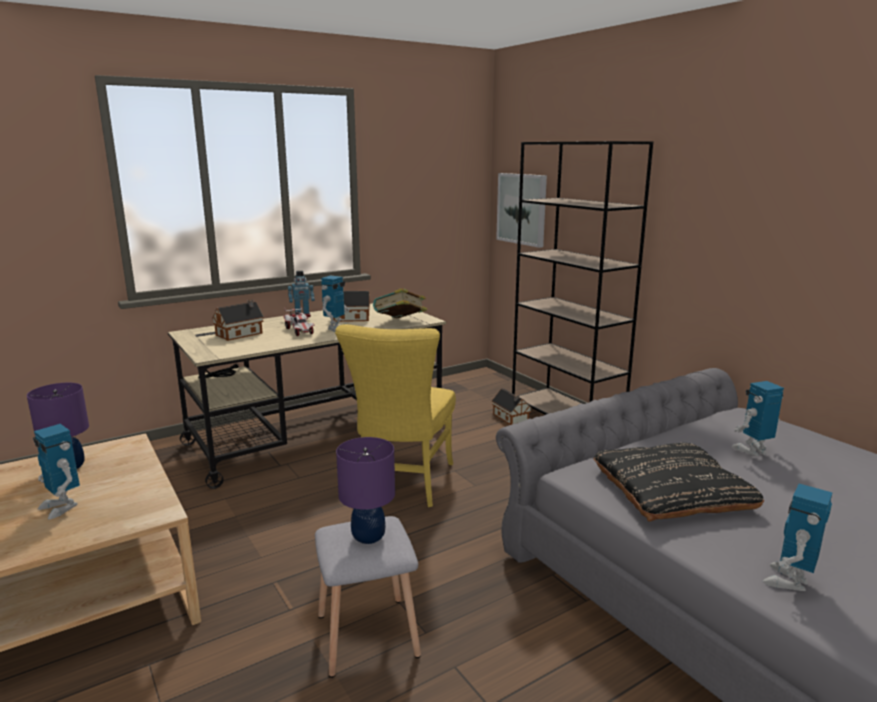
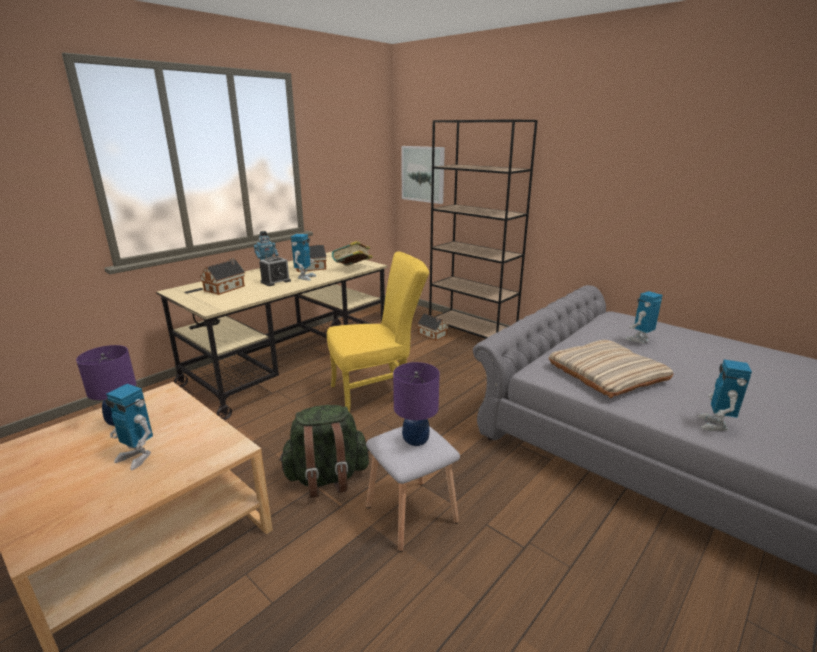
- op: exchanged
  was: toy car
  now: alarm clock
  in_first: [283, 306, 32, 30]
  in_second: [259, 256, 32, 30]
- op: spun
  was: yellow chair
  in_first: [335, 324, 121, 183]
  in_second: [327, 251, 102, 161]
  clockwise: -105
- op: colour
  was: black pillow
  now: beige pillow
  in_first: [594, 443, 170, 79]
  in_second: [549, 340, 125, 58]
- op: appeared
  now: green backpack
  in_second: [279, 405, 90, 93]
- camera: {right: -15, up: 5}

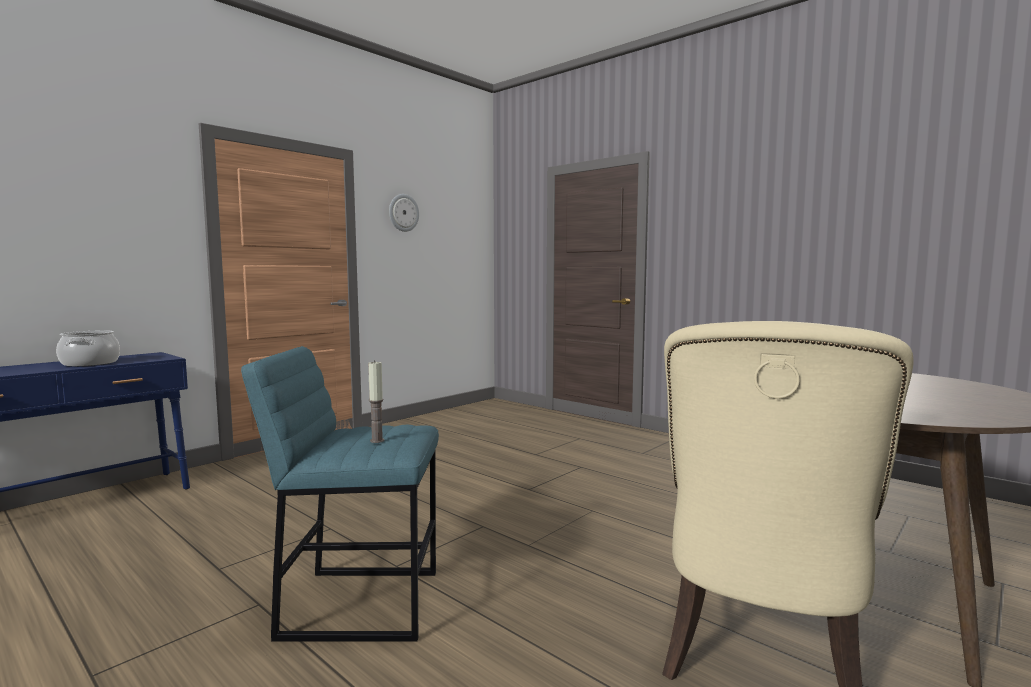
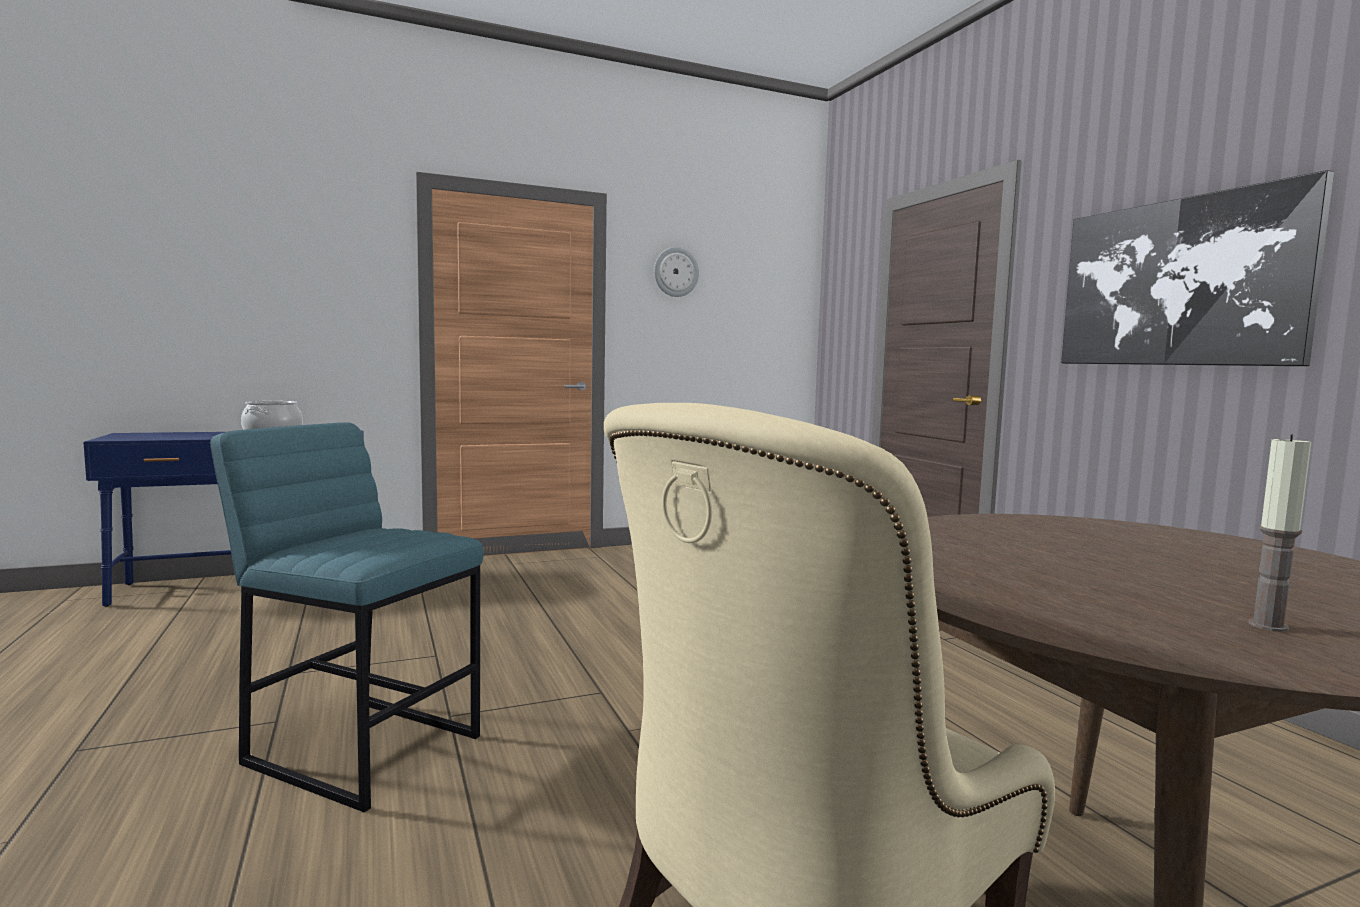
- op: relocated
  was: candle
  in_first: [368, 360, 16, 83]
  in_second: [1248, 434, 63, 198]
- op: appeared
  now: picture
  in_second: [1061, 170, 273, 196]
- camera: {right: 25, up: 0}

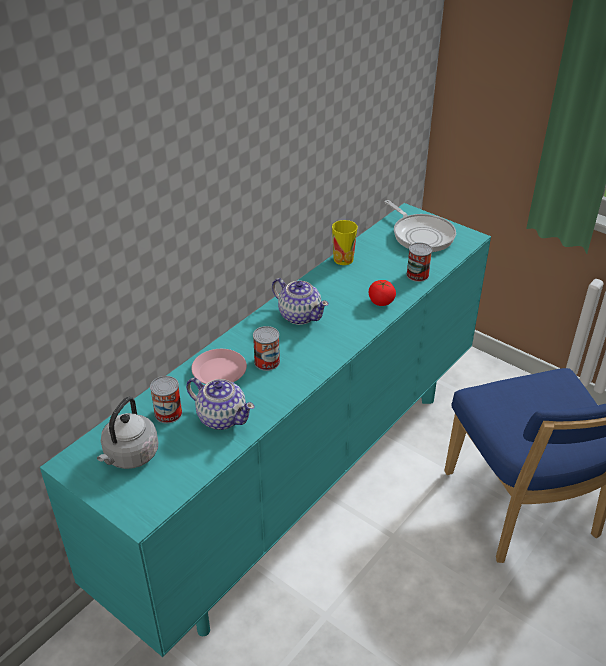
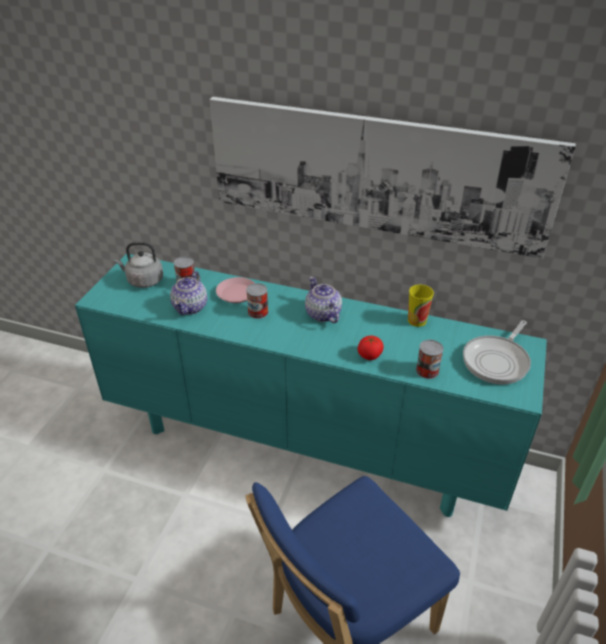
- op: spun
  was: teapot
  in_first: [272, 278, 57, 47]
  in_second: [305, 276, 37, 47]
  clockwise: 135
- op: appeared
  now: picture
  in_second: [210, 97, 366, 162]
- camera: {right: 70, up: 0}

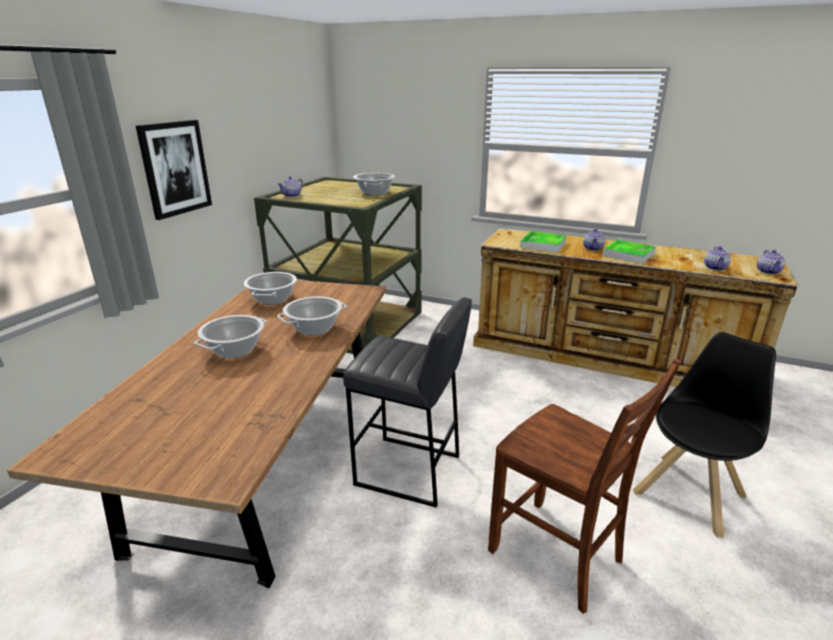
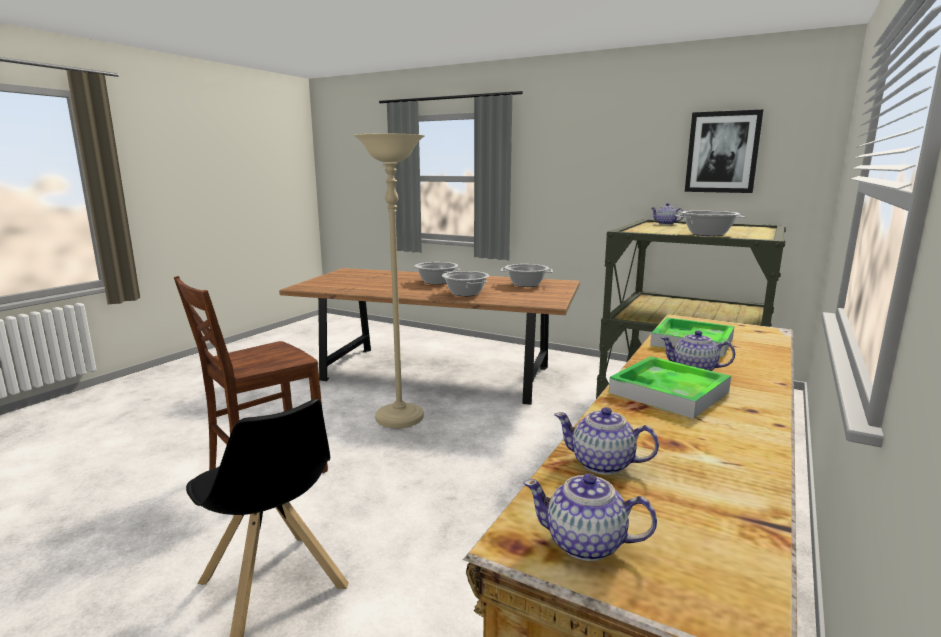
- op: relocated
  was: picture
  in_first: [136, 120, 76, 100]
  in_second: [685, 110, 78, 83]
- op: exchanged
  was: grey stool
  now: beige floor lamp
  in_first: [343, 297, 129, 211]
  in_second: [353, 133, 72, 295]
- camera: {right: 95, up: -10}

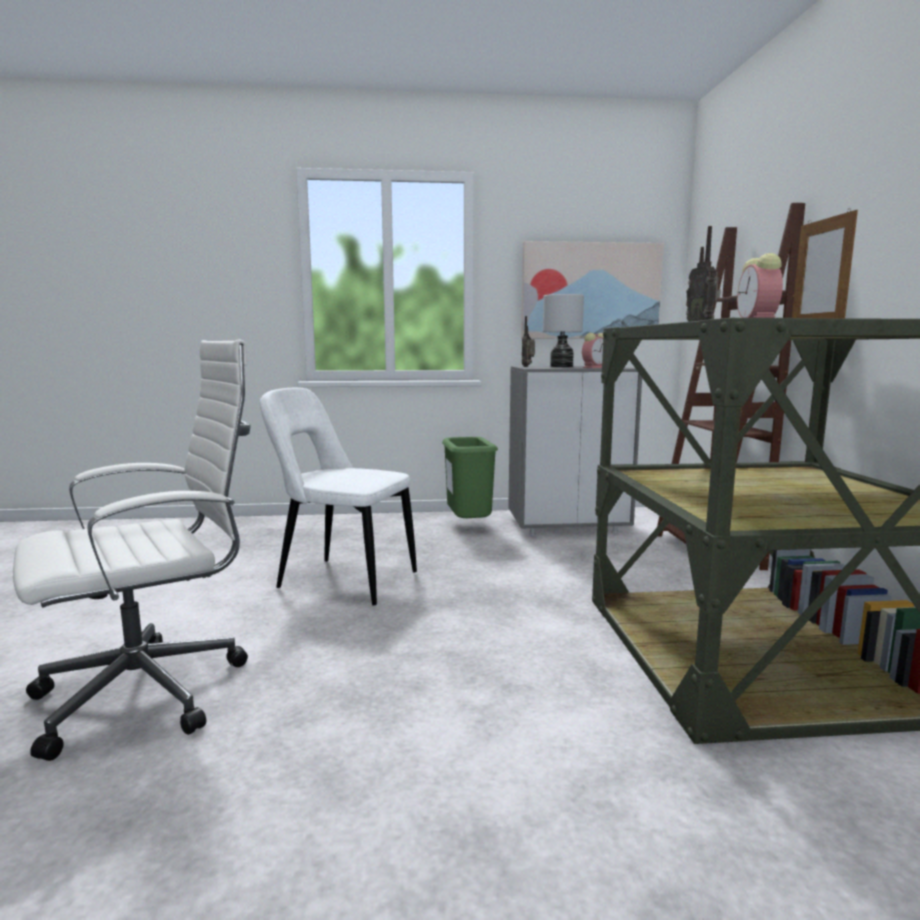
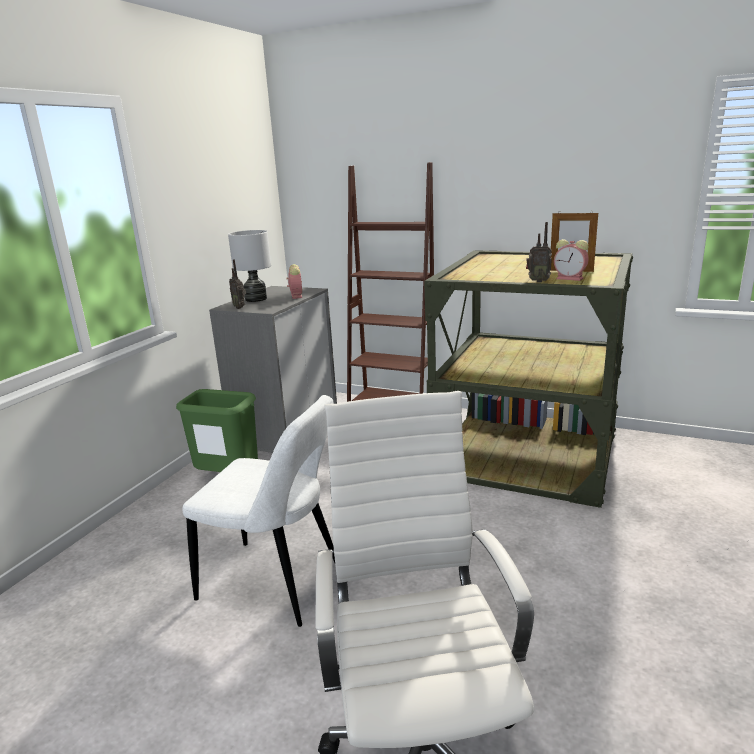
- op: spun
  was: white chair
  in_first: [260, 387, 157, 218]
  in_second: [183, 395, 152, 232]
  clockwise: -120
- op: missing
  was: picture
  in_first: [521, 241, 143, 97]
- camera: {right: -60, up: 10}

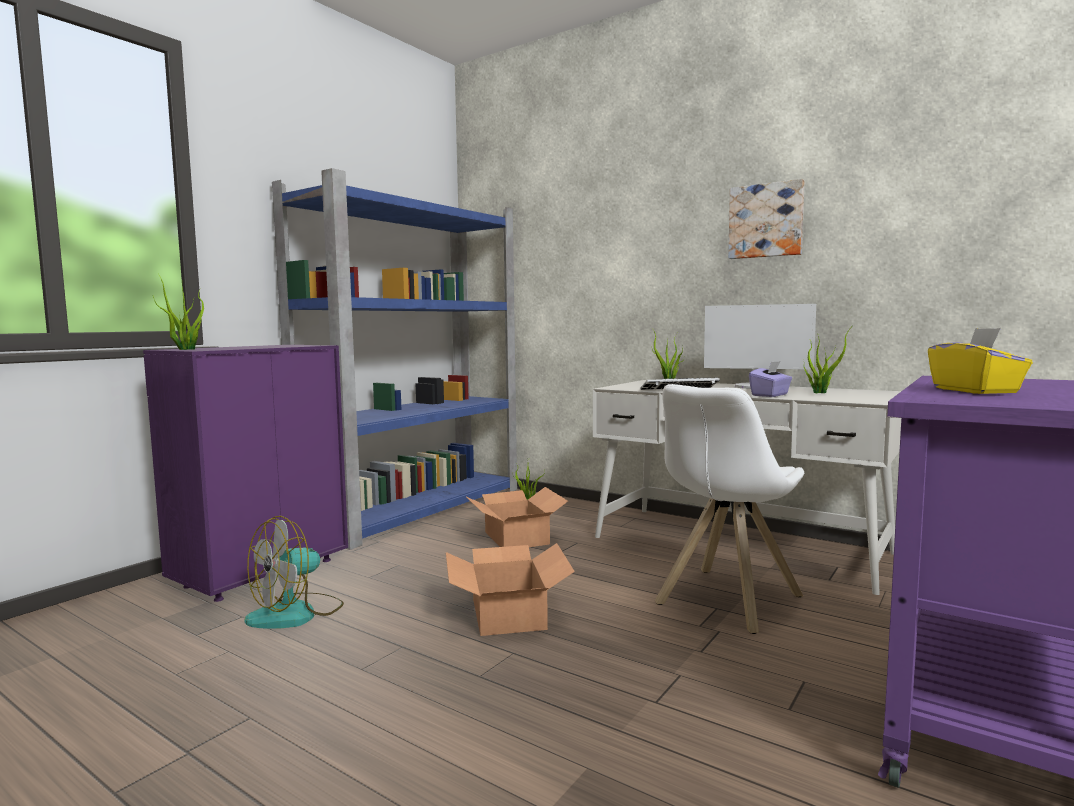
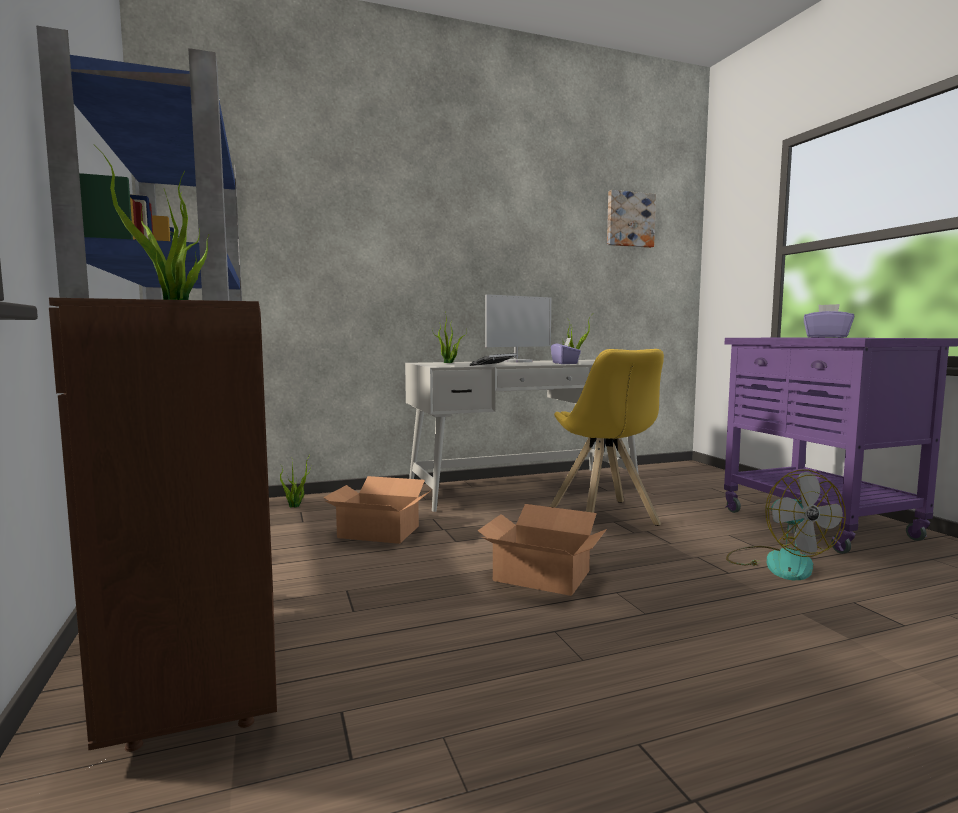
- op: colour
  was: purple cabinet
  now: brown cabinet
  in_first: [143, 345, 205, 257]
  in_second: [49, 298, 228, 454]
- op: relocated
  was: fan
  in_first: [245, 516, 99, 113]
  in_second: [726, 470, 120, 111]
- op: colour
  was: white chair
  now: yellow chair
  in_first: [655, 384, 149, 250]
  in_second: [550, 349, 114, 177]
- op: relocated
  was: picture
  in_first: [728, 179, 77, 80]
  in_second: [607, 190, 49, 58]
- op: colour
  was: yellow tissue box
  now: purple tissue box
  in_first: [928, 328, 105, 66]
  in_second: [804, 304, 50, 34]
- camera: {right: -55, up: 0}

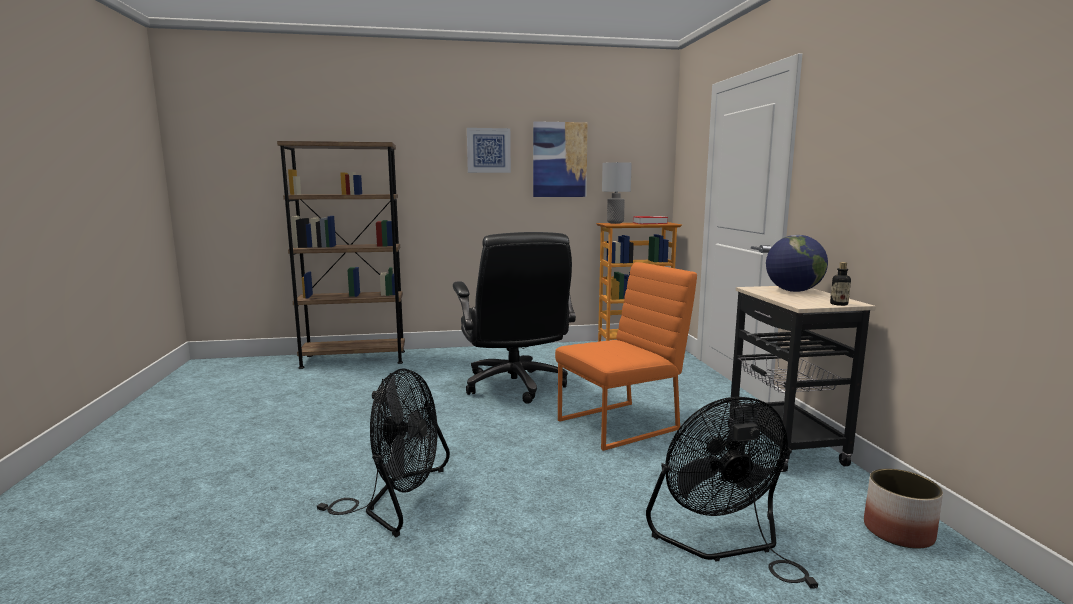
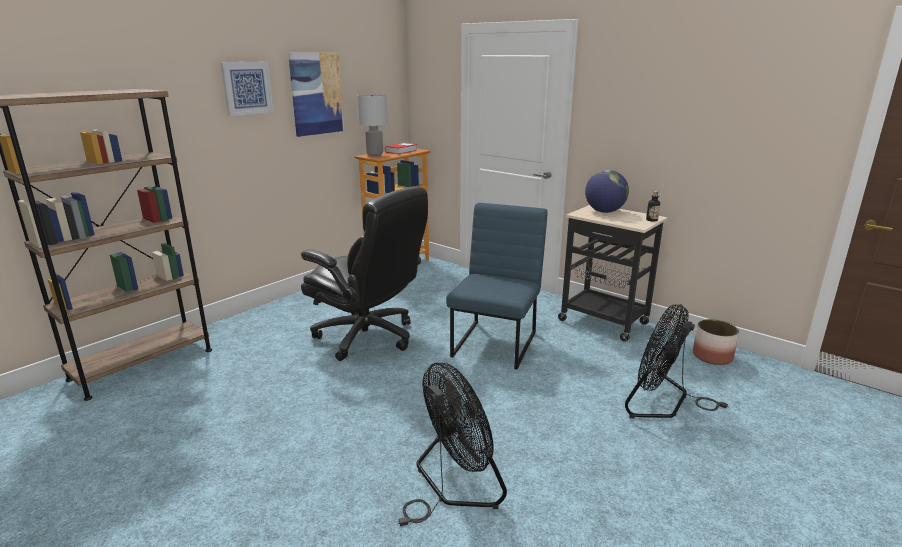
- op: colour
  was: orange chair
  now: blue chair
  in_first: [555, 262, 142, 189]
  in_second: [447, 203, 101, 167]
- camera: {right: -40, up: 10}

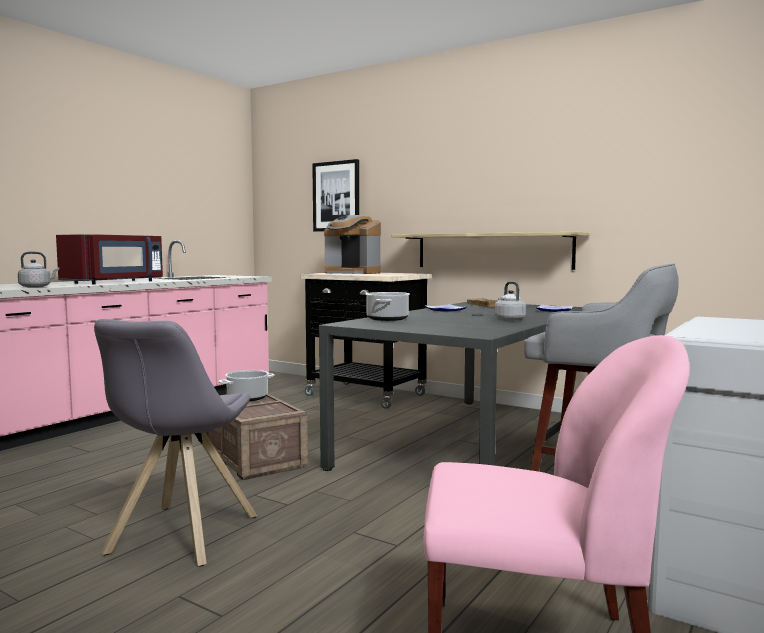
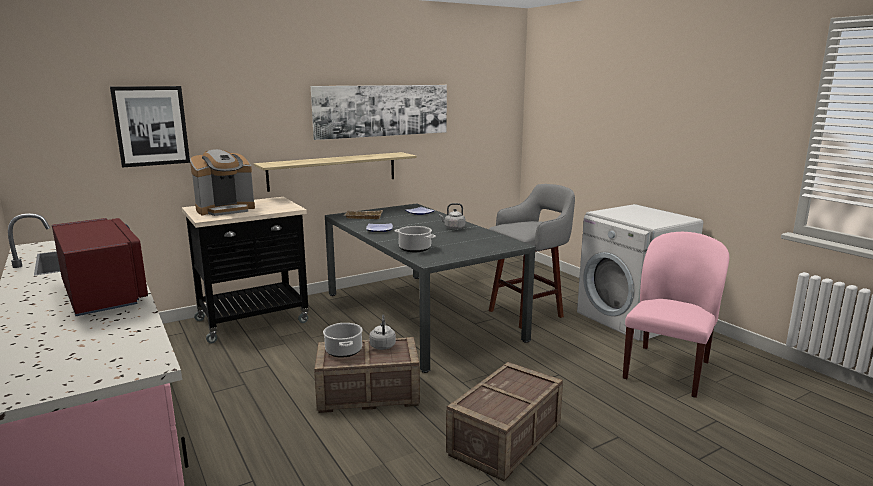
- op: relocated
  was: grey kettle
  in_first: [18, 252, 41, 36]
  in_second: [369, 315, 27, 35]
- op: exchanged
  was: grey chair
  now: crate
  in_first: [94, 319, 163, 248]
  in_second: [446, 362, 117, 120]
- op: appeared
  now: picture
  in_second: [311, 85, 136, 55]
- camera: {right: -65, up: 10}

